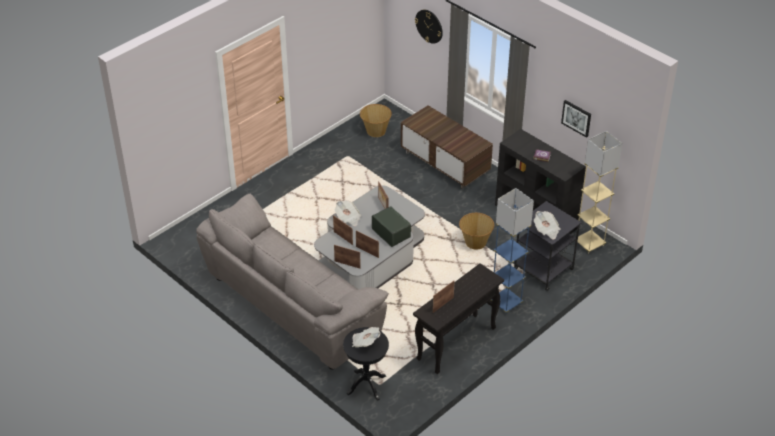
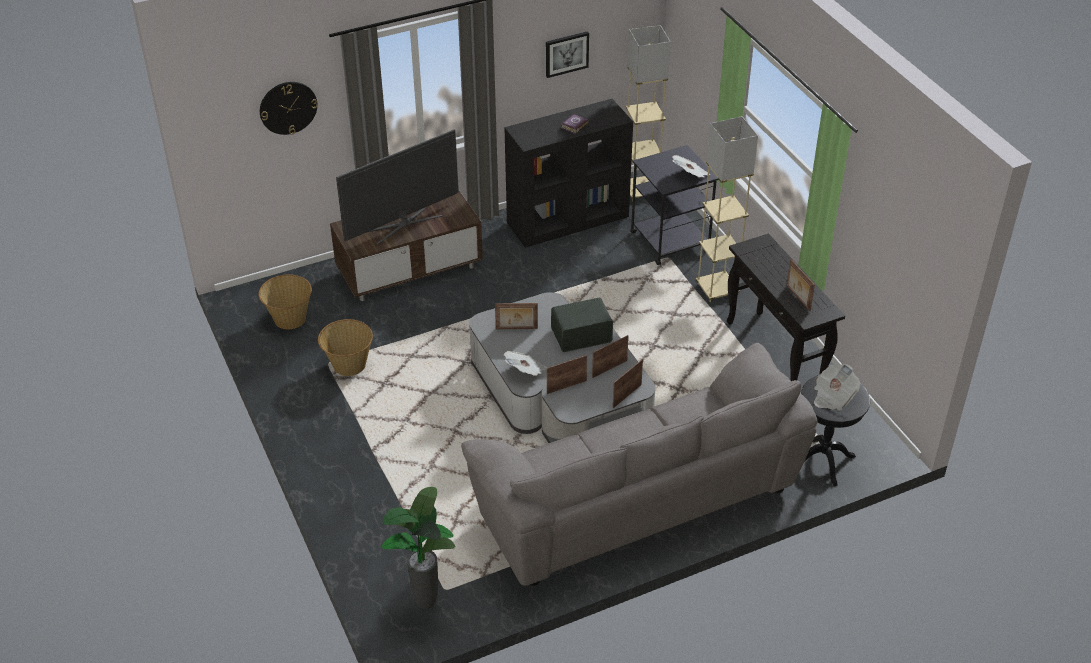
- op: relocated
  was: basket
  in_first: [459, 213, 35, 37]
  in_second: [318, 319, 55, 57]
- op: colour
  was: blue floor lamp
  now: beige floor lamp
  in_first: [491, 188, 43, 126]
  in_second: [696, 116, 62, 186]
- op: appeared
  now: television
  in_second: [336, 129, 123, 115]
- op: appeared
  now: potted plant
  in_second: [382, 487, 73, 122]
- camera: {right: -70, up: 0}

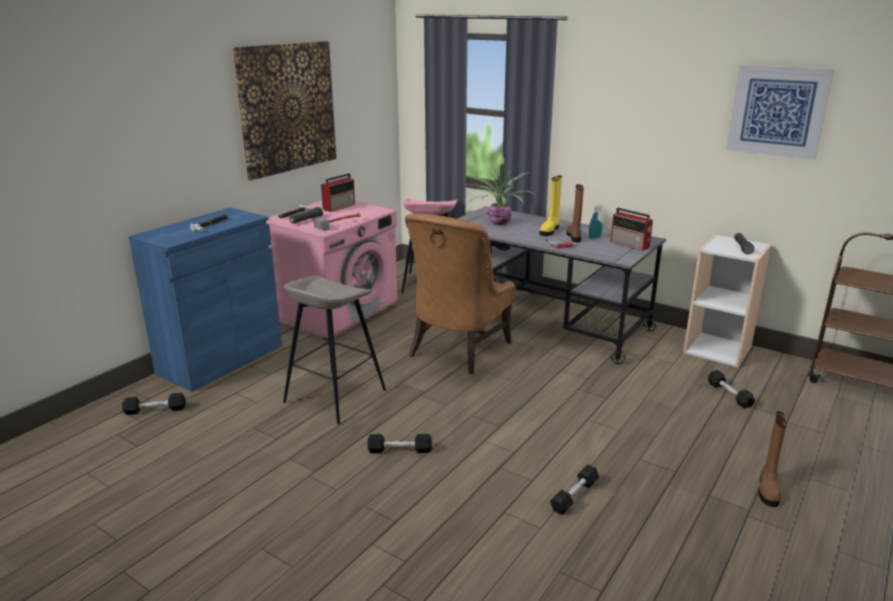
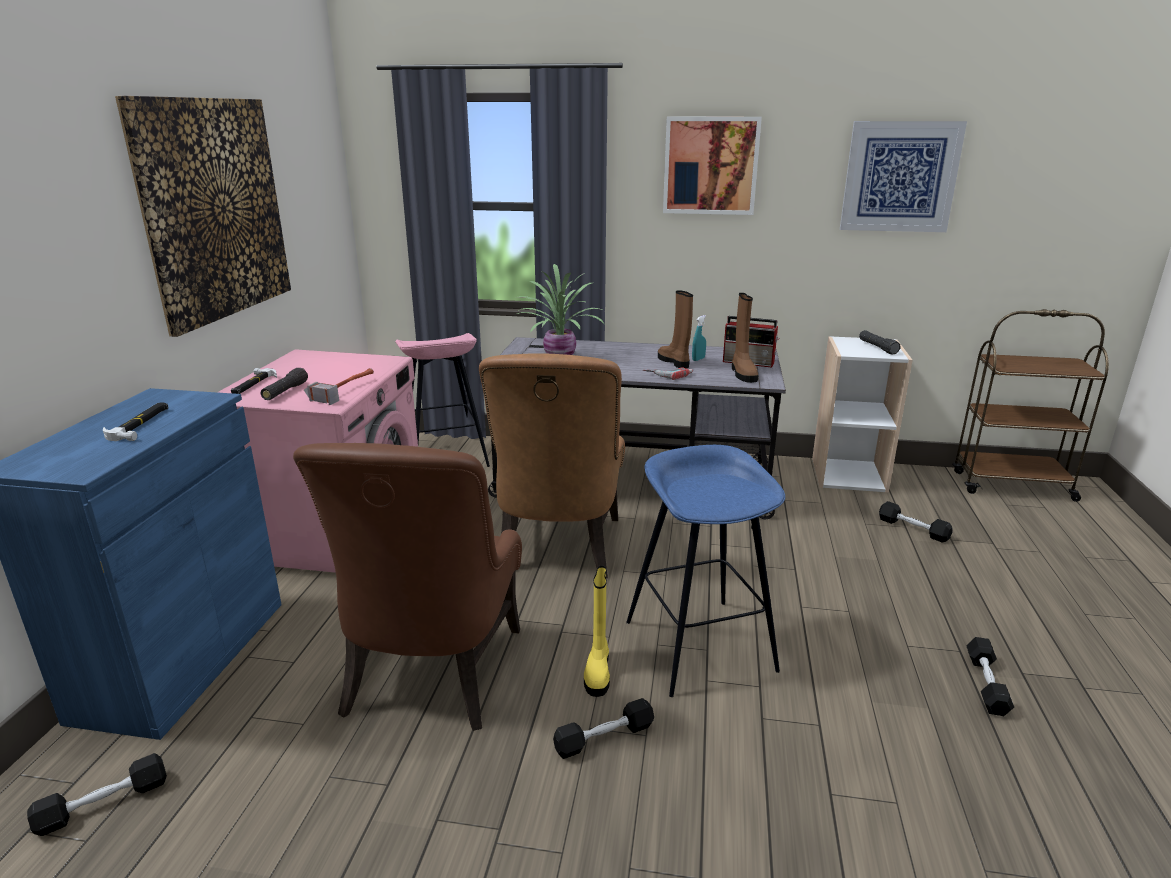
- op: exchanged
  was: grey stool
  now: brown chair
  in_first: [283, 276, 103, 148]
  in_second: [293, 443, 229, 288]
- op: missing
  was: radio
  in_first: [321, 173, 34, 39]
- op: relocated
  was: yellow boot
  in_first: [540, 175, 22, 61]
  in_second: [584, 566, 26, 131]
- op: relocated
  was: black dumbbell
  in_first: [550, 464, 49, 51]
  in_second: [966, 637, 48, 79]
- op: relocated
  was: brown boot
  in_first: [758, 411, 29, 96]
  in_second: [732, 293, 26, 90]
- op: appeared
  now: blue stool
  in_second: [626, 445, 159, 252]
- op: appeared
  now: picture
  in_second: [663, 117, 99, 98]
- camera: {right: -25, up: 0}

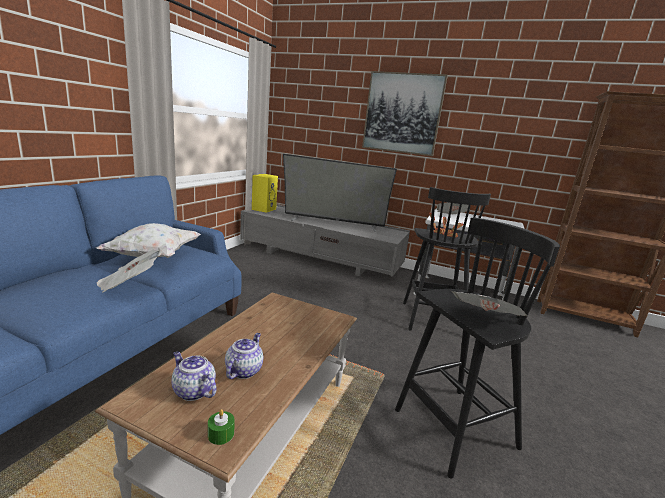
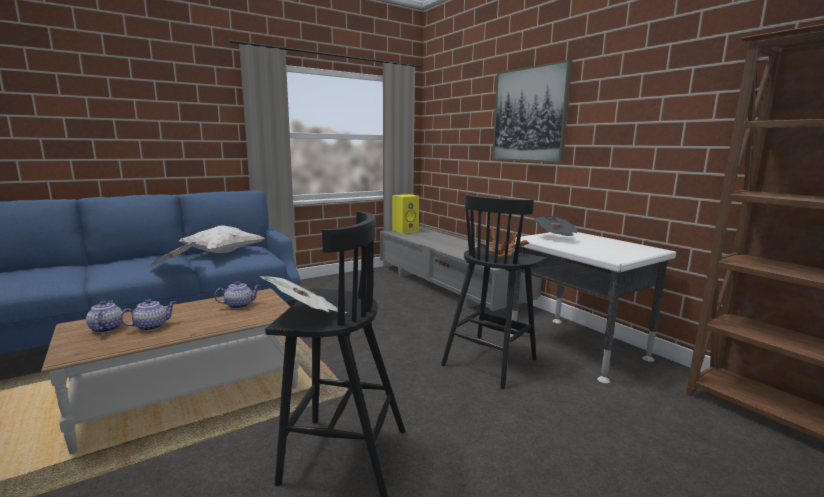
- op: missing
  was: green candle
  in_first: [208, 409, 27, 36]
- op: missing
  was: television
  in_first: [283, 154, 114, 78]
- op: appeared
  now: teapot
  in_second: [214, 281, 46, 28]
- camera: {right: 35, up: -5}

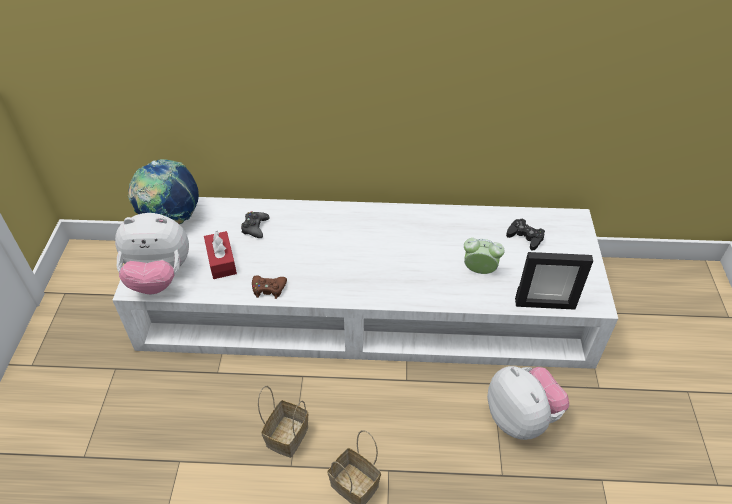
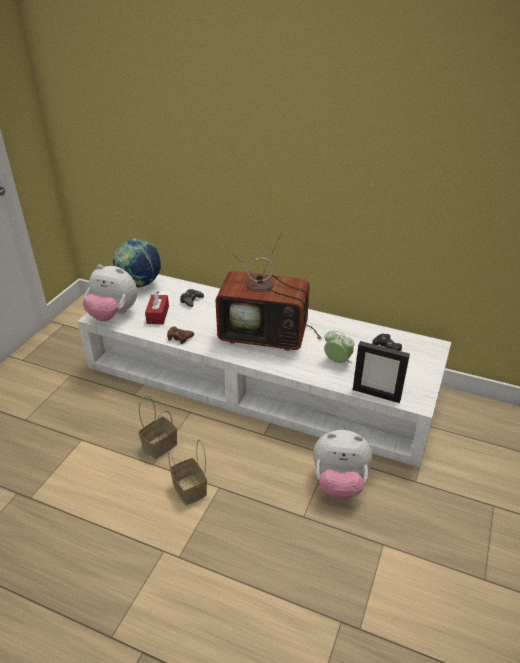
- op: spun
  was: plush toy
  in_first: [487, 366, 82, 74]
  in_second: [313, 430, 59, 69]
  clockwise: 105
- op: appeared
  now: television
  in_second: [215, 233, 106, 118]
- camera: {right: 20, up: -10}

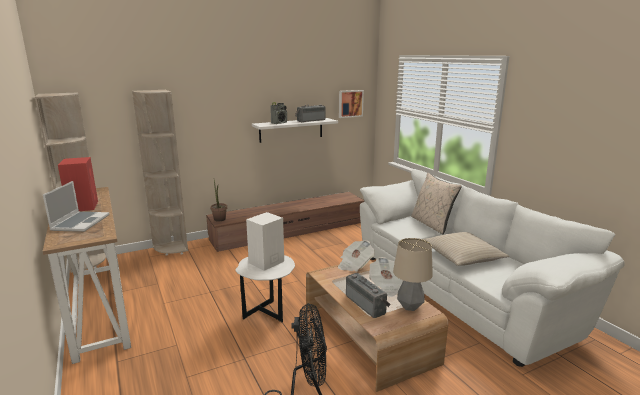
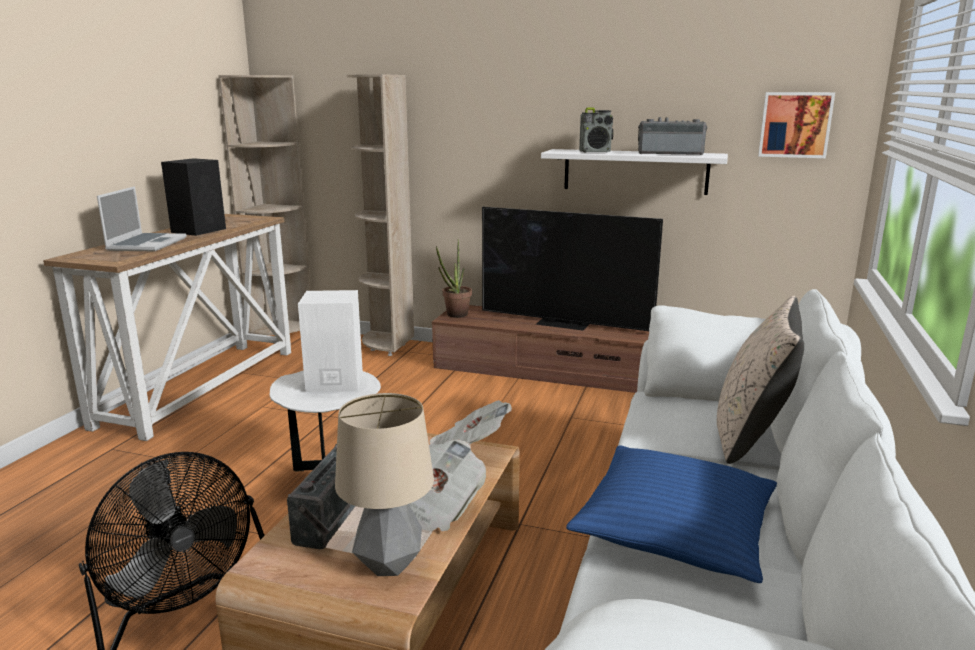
- op: spun
  was: laptop
  in_first: [43, 181, 67, 51]
  in_second: [97, 186, 90, 66]
  clockwise: -45
- op: colour
  was: red speaker
  now: black speaker
  in_first: [58, 157, 40, 54]
  in_second: [161, 158, 65, 78]
- op: colour
  was: beige pillow
  now: blue pillow
  in_first: [423, 232, 86, 34]
  in_second: [566, 445, 211, 138]
- op: appeared
  now: television
  in_second: [482, 207, 181, 124]
- camera: {right: 45, up: 0}

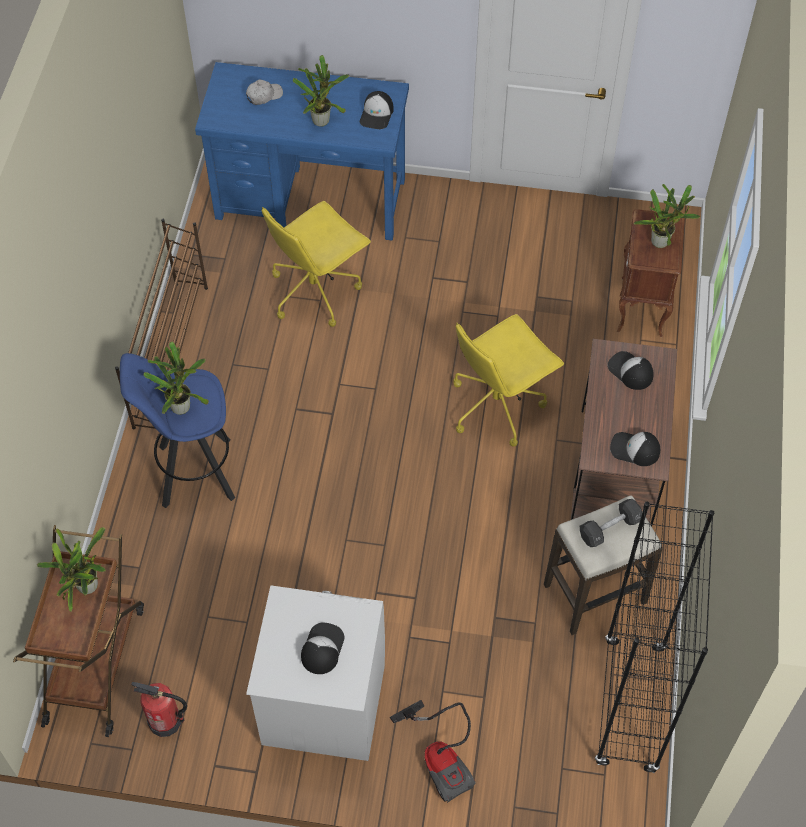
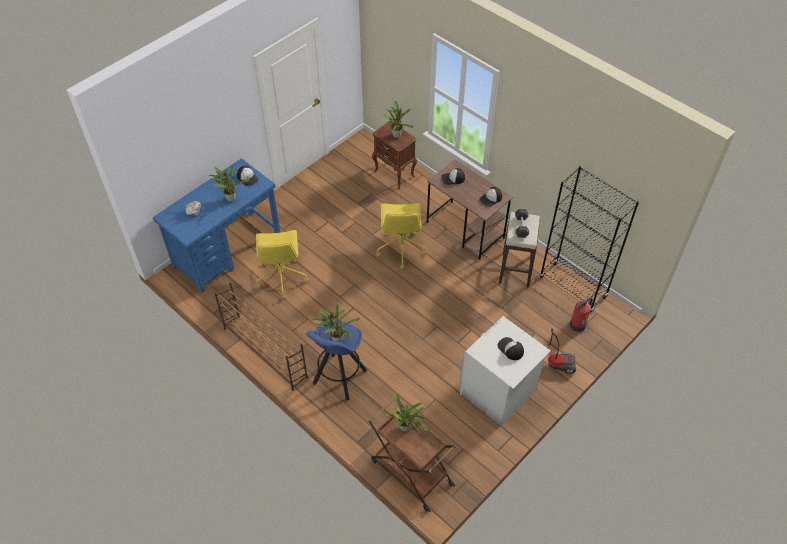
- op: relocated
  was: fire extinguisher
  in_first: [131, 682, 56, 55]
  in_second: [570, 298, 23, 34]
- camera: {right: -55, up: -5}

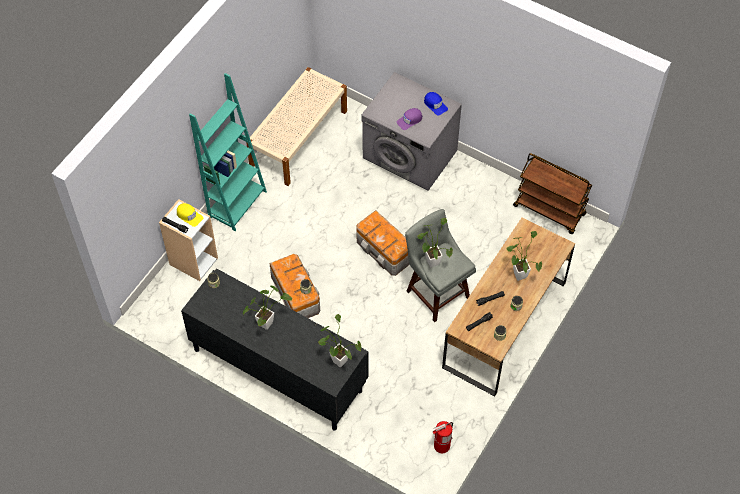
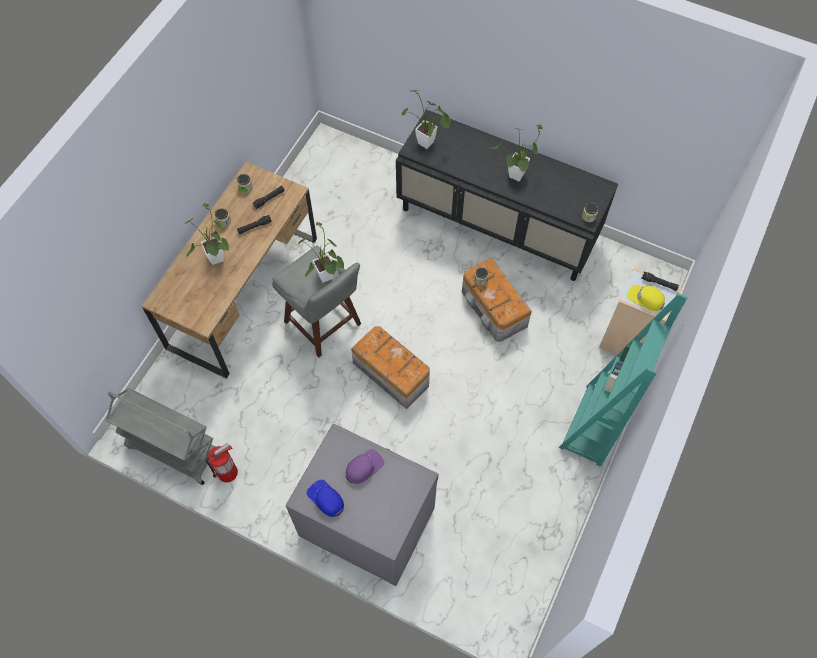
- op: missing
  was: beige bench
  in_first: [246, 67, 101, 119]
- op: relocated
  was: fire extinguisher
  in_first: [433, 421, 20, 32]
  in_second: [206, 443, 32, 40]
- op: colour
  was: brown cart
  now: grey cart
  in_first: [513, 153, 79, 81]
  in_second: [106, 388, 110, 97]
- camera: {right: 175, up: 5}

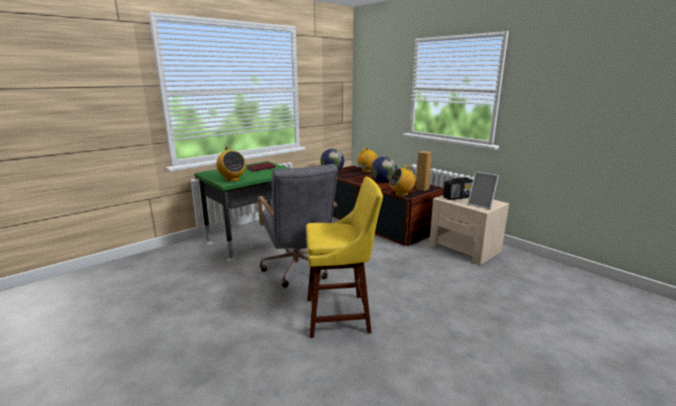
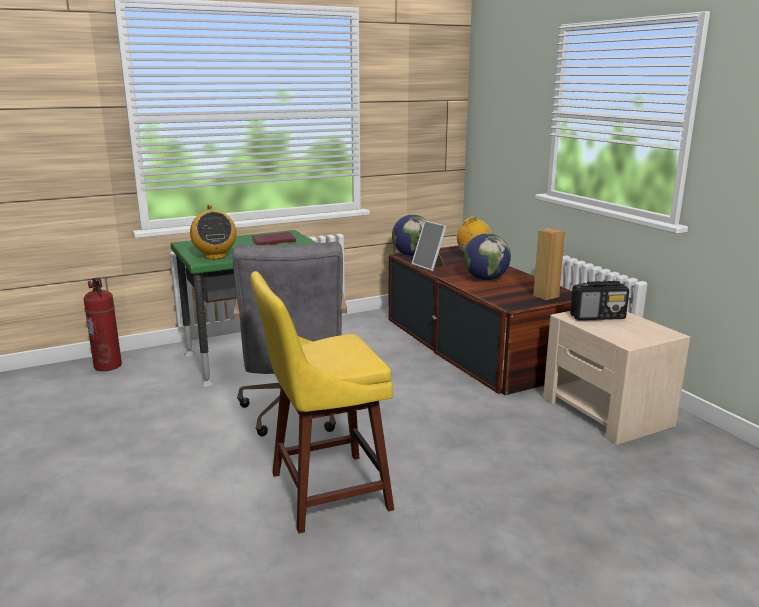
- op: spun
  was: yellow chair
  in_first: [306, 177, 77, 161]
  in_second: [250, 271, 144, 263]
  clockwise: 150
- op: missing
  was: radio
  in_first: [389, 165, 26, 31]
- op: relocated
  was: picture frame
  in_first: [467, 172, 32, 37]
  in_second: [411, 220, 36, 51]
- op: appeared
  now: fire extinguisher
  in_second: [84, 277, 38, 94]
- camera: {right: 15, up: 0}

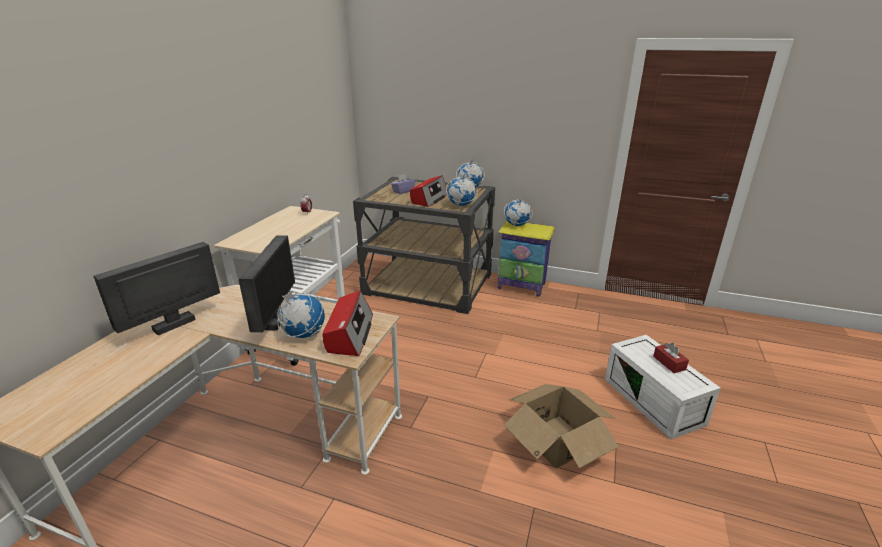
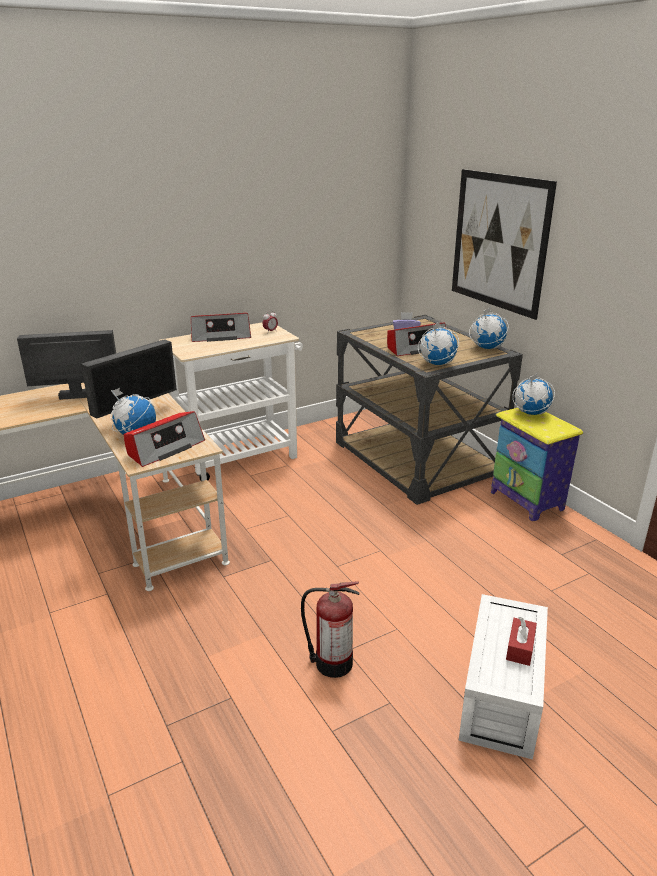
- op: exchanged
  was: cardboard box
  now: fire extinguisher
  in_first: [504, 384, 115, 85]
  in_second: [301, 581, 59, 97]
- op: appeared
  now: radio
  in_second: [191, 313, 60, 29]
- op: appeared
  now: picture
  in_second: [452, 169, 105, 151]
- camera: {right: 40, up: 0}

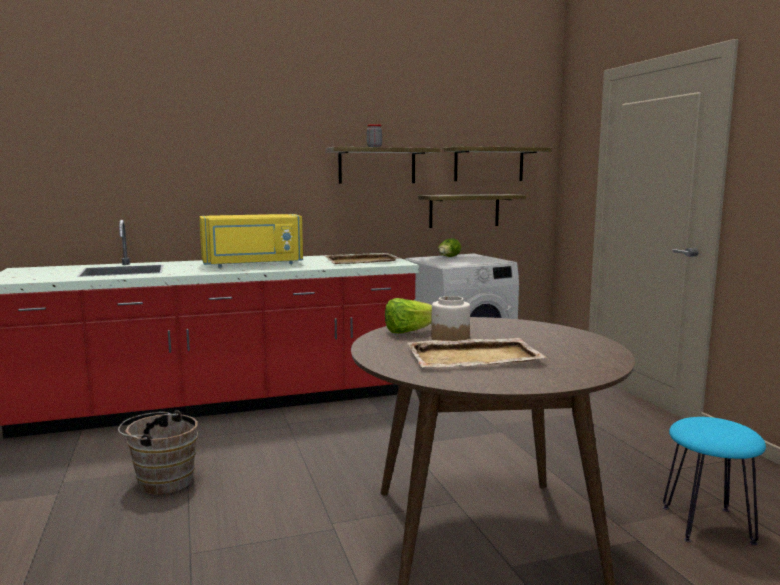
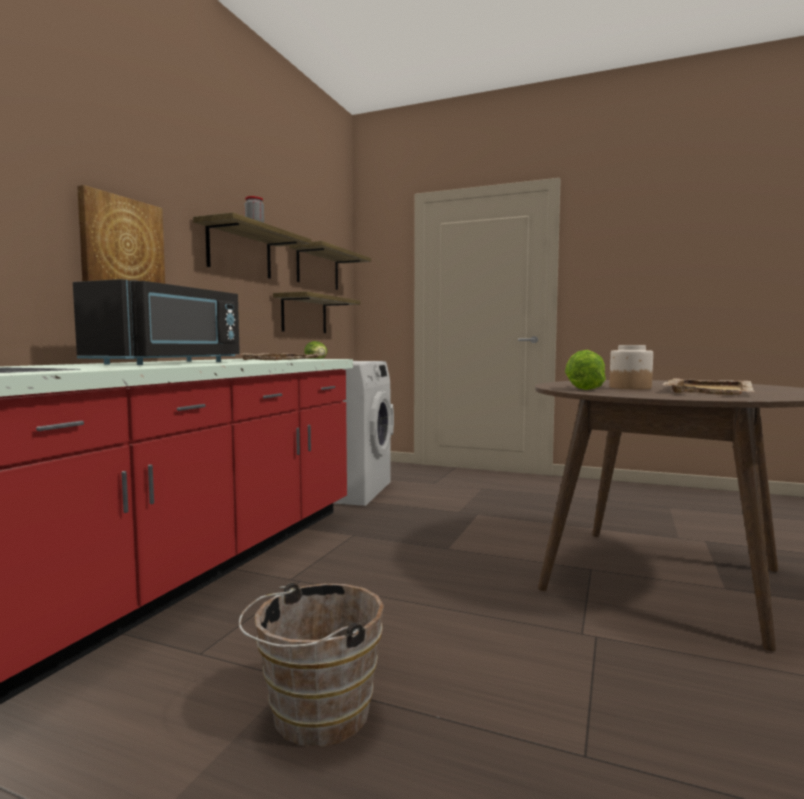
- op: colour
  was: yellow microwave
  now: black microwave
  in_first: [199, 214, 104, 53]
  in_second: [73, 279, 167, 86]
- op: missing
  was: turquoise stool
  in_first: [663, 417, 103, 128]
- op: appeared
  now: picture
  in_second: [77, 185, 88, 99]
- camera: {right: -50, up: -5}

